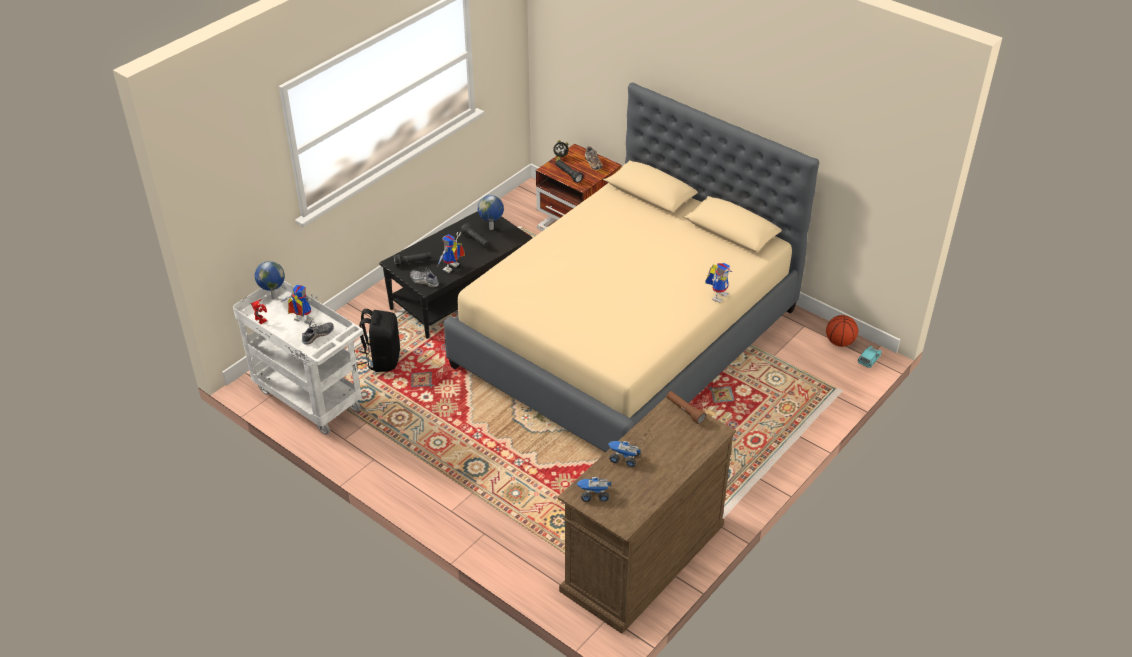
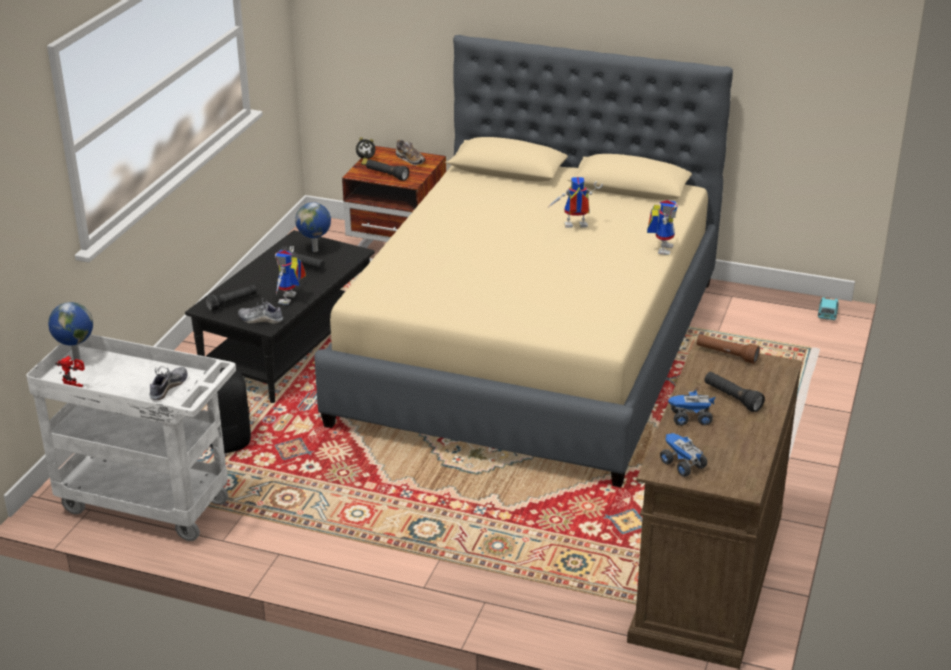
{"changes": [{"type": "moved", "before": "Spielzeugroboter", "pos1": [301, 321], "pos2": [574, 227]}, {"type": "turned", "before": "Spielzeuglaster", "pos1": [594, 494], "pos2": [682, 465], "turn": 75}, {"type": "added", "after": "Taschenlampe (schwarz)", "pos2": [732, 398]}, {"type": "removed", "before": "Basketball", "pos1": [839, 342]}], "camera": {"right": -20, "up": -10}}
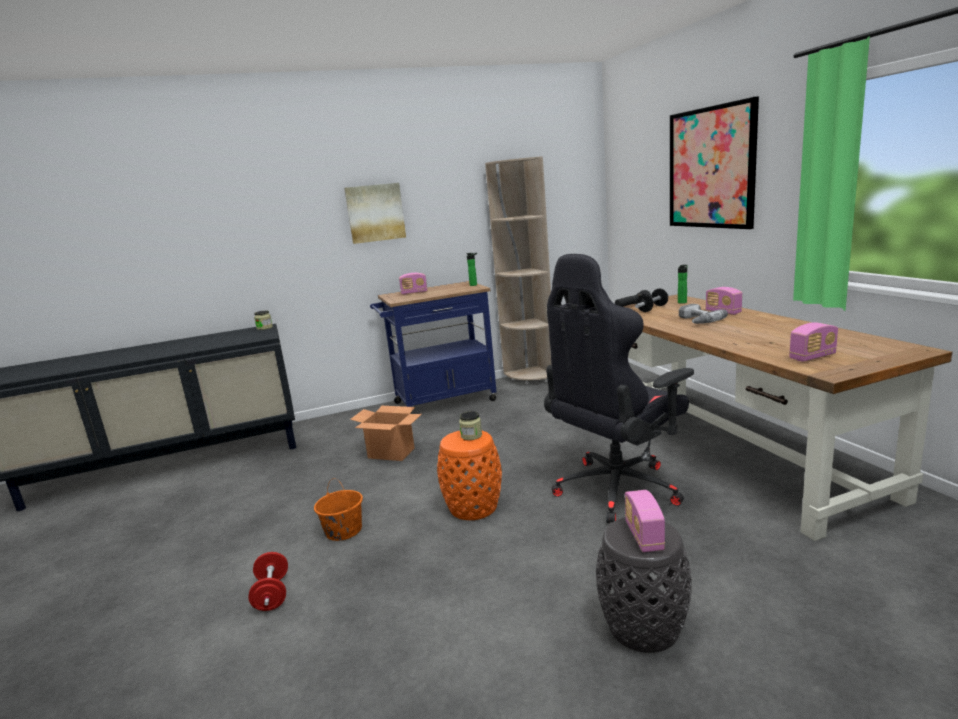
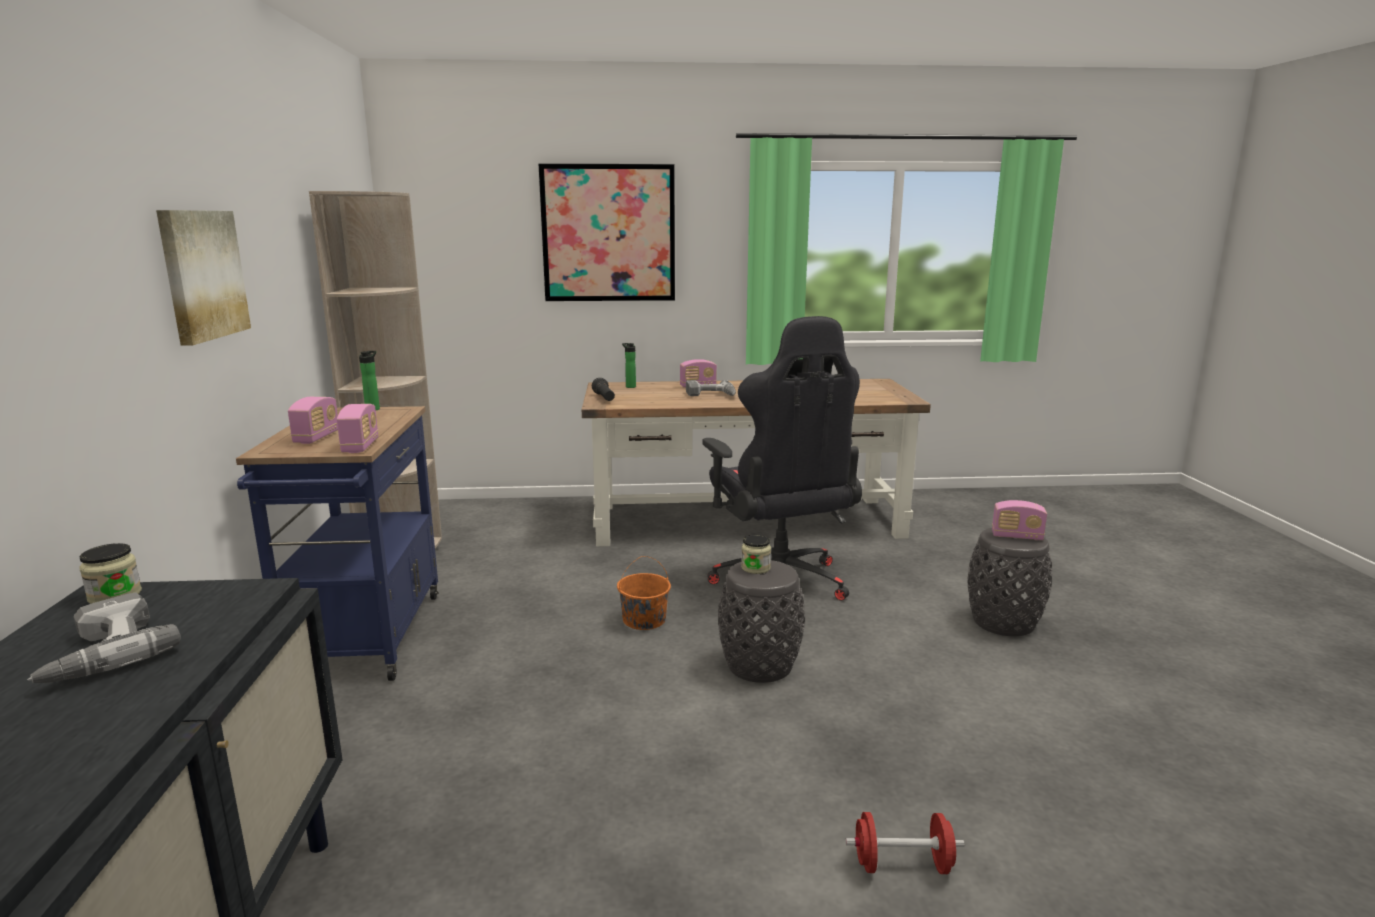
{"changes": [{"type": "added", "after": "Bohrmaschine", "pos2": [101, 653]}, {"type": "moved", "before": "Radio", "pos1": [812, 357], "pos2": [360, 446]}, {"type": "moved", "before": "Eimer (orange)", "pos1": [343, 530], "pos2": [643, 620]}, {"type": "recoloured", "before": "Hocker (orange)", "after": "Hocker (grau)", "pos1": [473, 507], "pos2": [759, 665]}, {"type": "removed", "before": "Karton", "pos1": [392, 453]}, {"type": "removed", "before": "Hantel", "pos1": [652, 309]}], "camera": {"right": -75, "up": 0}}
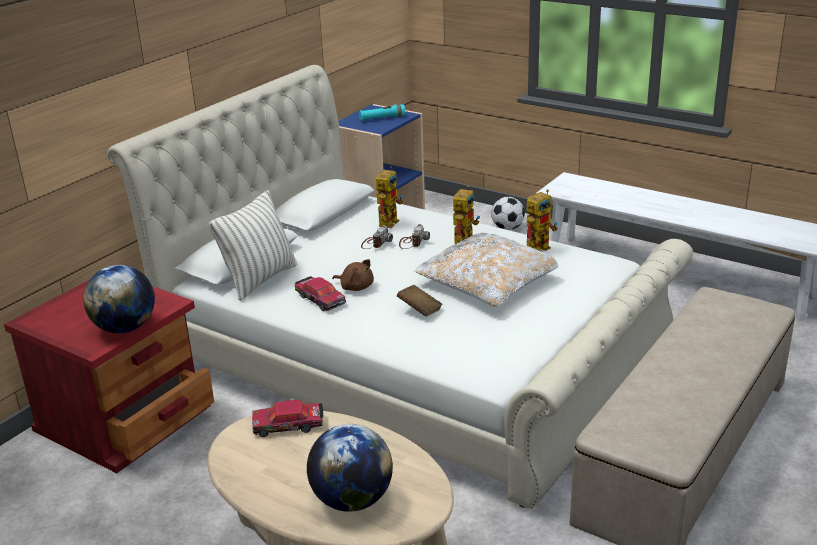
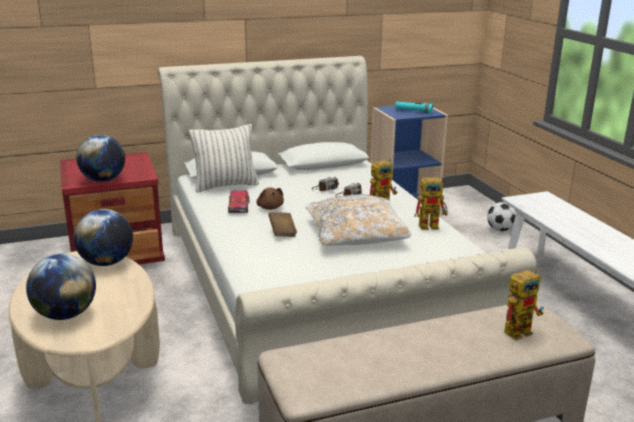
{"changes": [{"type": "replaced", "before": "Spielzeugauto", "after": "Globus", "pos1": [288, 425], "pos2": [106, 262]}, {"type": "moved", "before": "Spielzeugroboter", "pos1": [389, 221], "pos2": [520, 330]}], "camera": {"right": 35, "up": -5}}
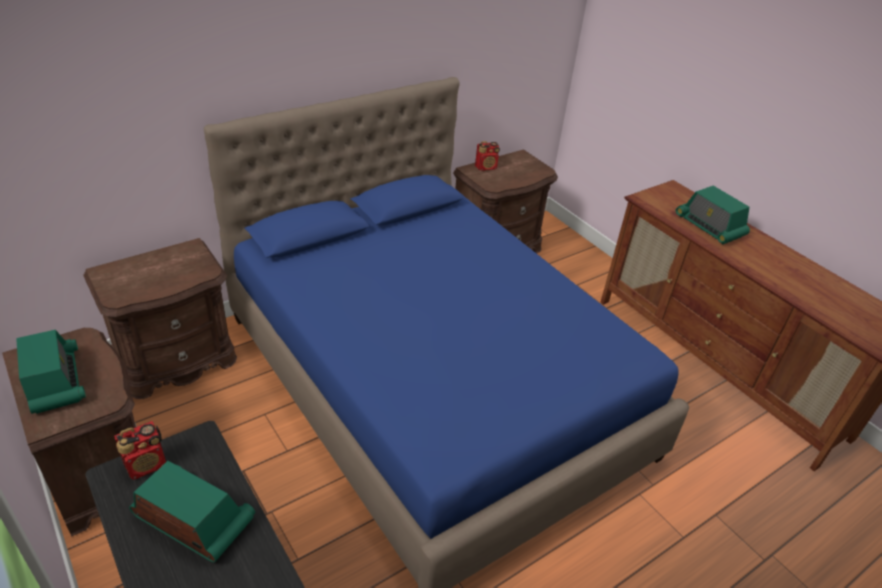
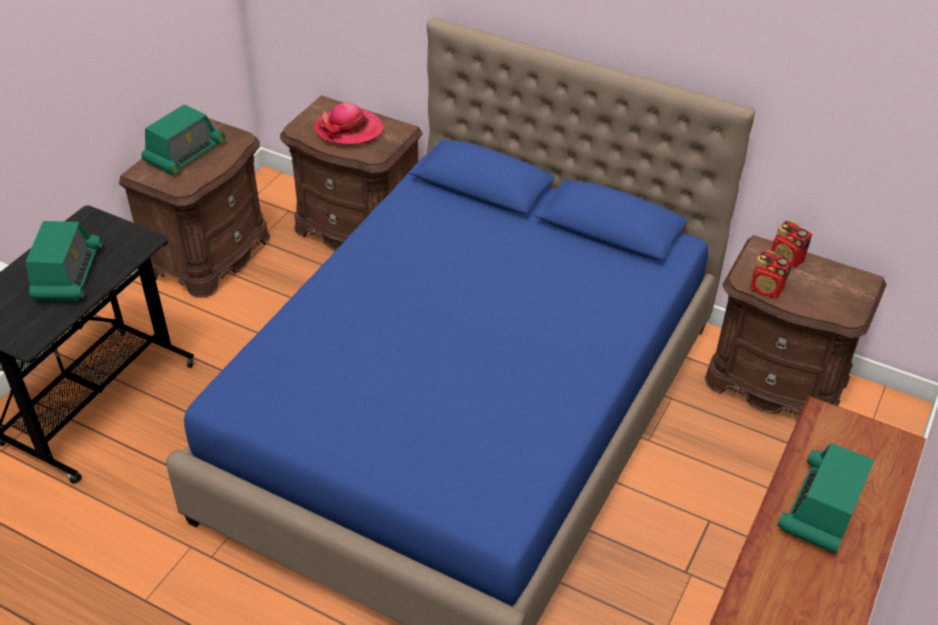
{"changes": [{"type": "added", "after": "Hut", "pos2": [349, 130]}, {"type": "moved", "before": "Radio", "pos1": [146, 465], "pos2": [766, 289]}], "camera": {"right": 65, "up": 5}}
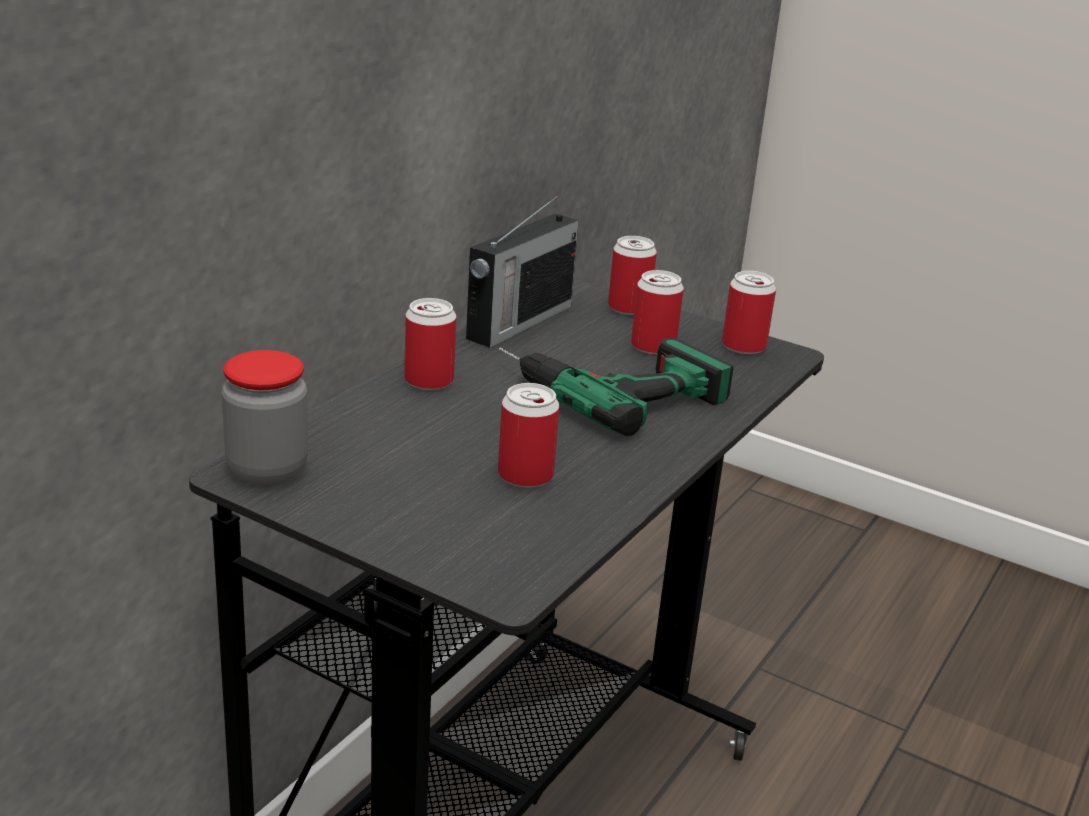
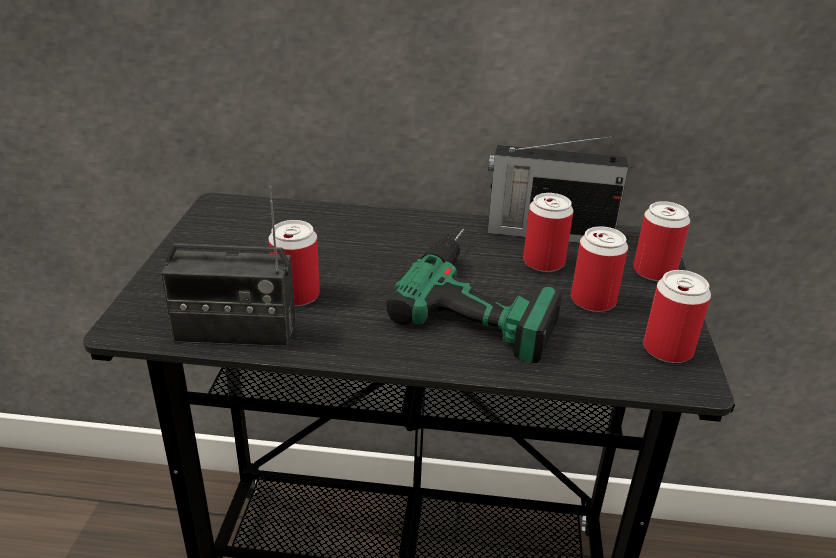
{"changes": [{"type": "added", "after": "Radio", "pos2": [235, 332]}, {"type": "moved", "before": "Dose", "pos1": [429, 380], "pos2": [543, 262]}, {"type": "removed", "before": "Vorratsglas", "pos1": [267, 469]}], "camera": {"right": 65, "up": 5}}
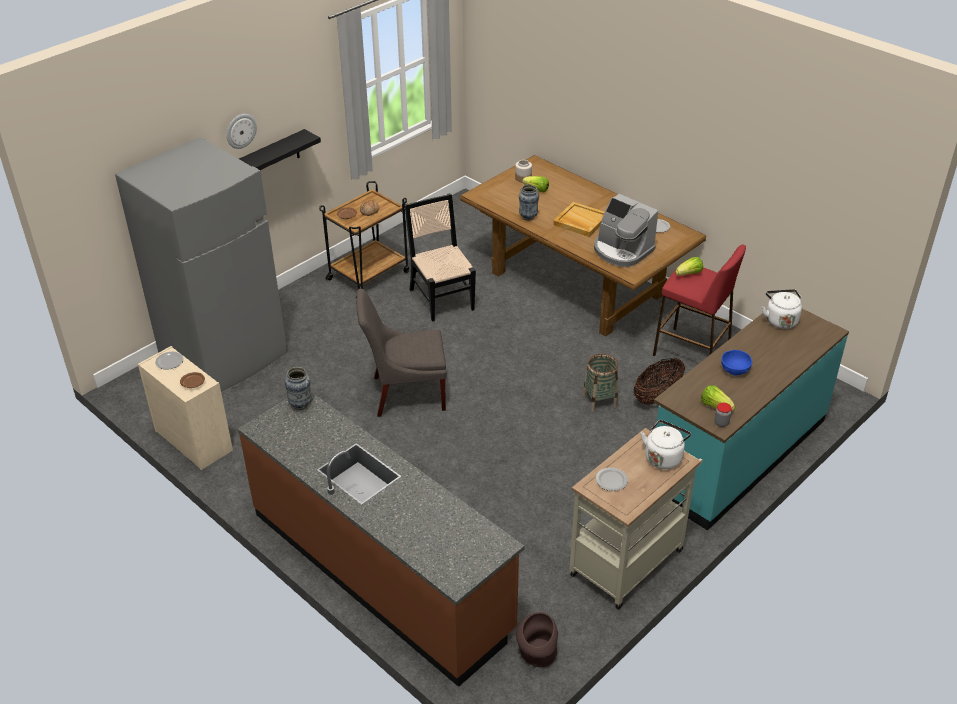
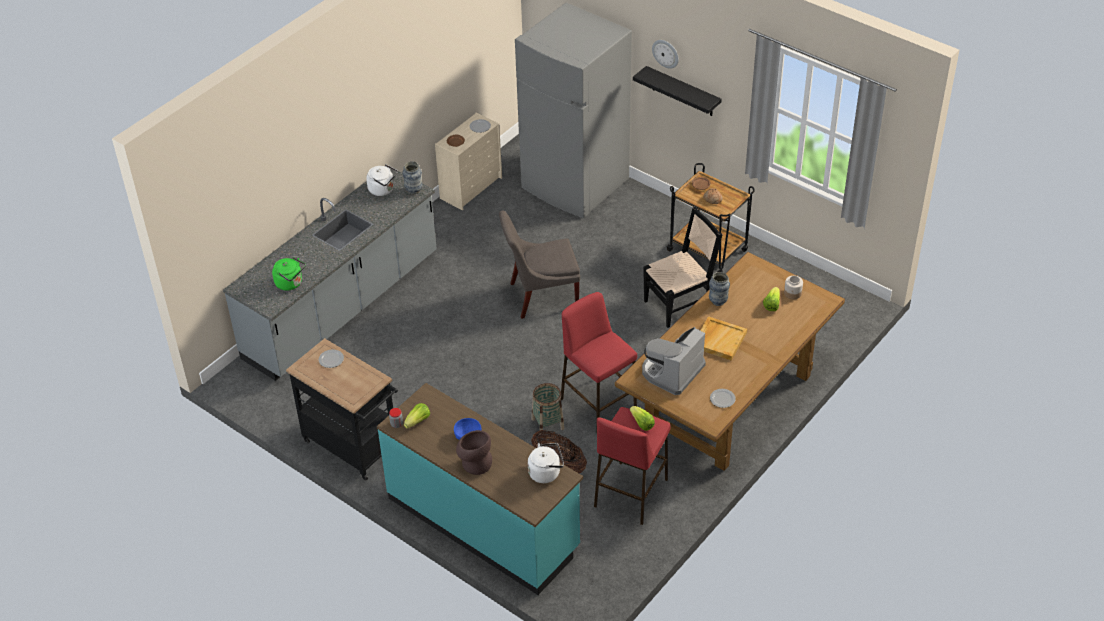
{"changes": [{"type": "recoloured", "before": "Küchenzeile (braun)", "after": "Küchenzeile (grau)", "pos1": [381, 571], "pos2": [343, 307]}, {"type": "added", "after": "Wasserkessel (grün)", "pos2": [290, 283]}, {"type": "recoloured", "before": "Rollwagen (beige)", "after": "Rollwagen (schwarz)", "pos1": [629, 561], "pos2": [353, 447]}, {"type": "moved", "before": "Wasserkessel (weiß)", "pos1": [664, 457], "pos2": [383, 190]}, {"type": "moved", "before": "Vase (braun)", "pos1": [536, 655], "pos2": [475, 463]}, {"type": "turned", "before": "Stuhl (grau)", "pos1": [405, 393], "pos2": [540, 296], "turn": -90}, {"type": "added", "after": "Hocker (rot)", "pos2": [598, 404]}], "camera": {"right": 85, "up": 5}}
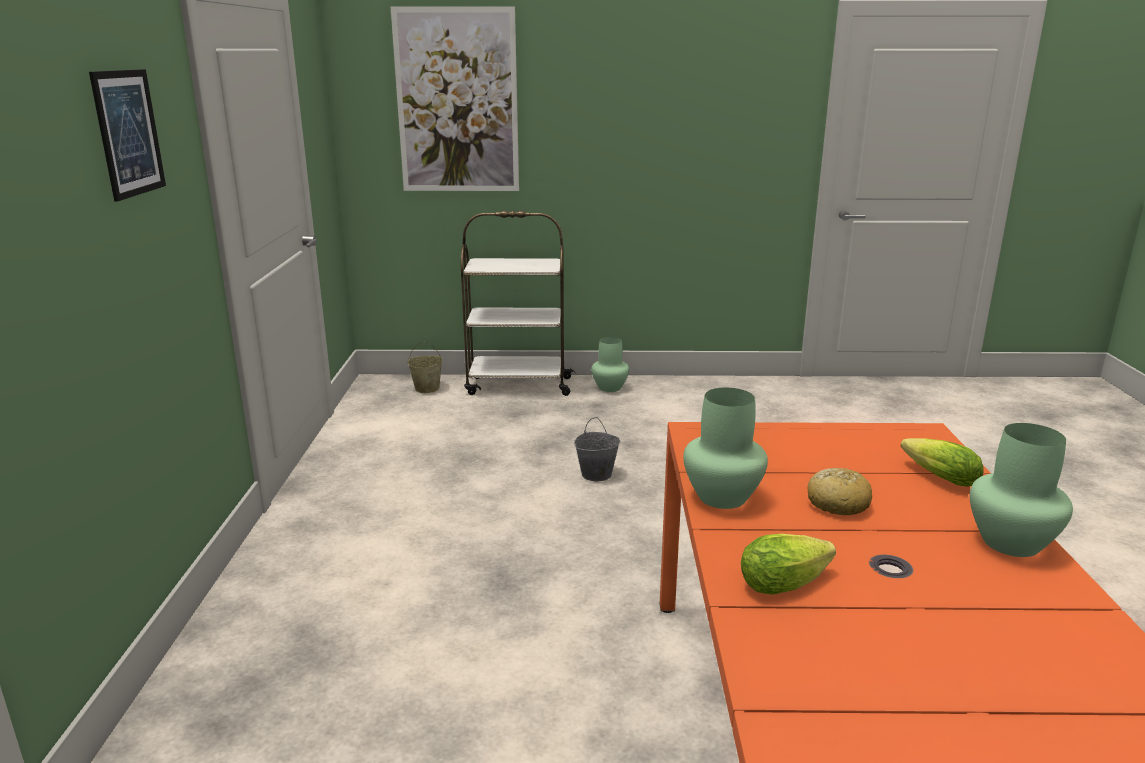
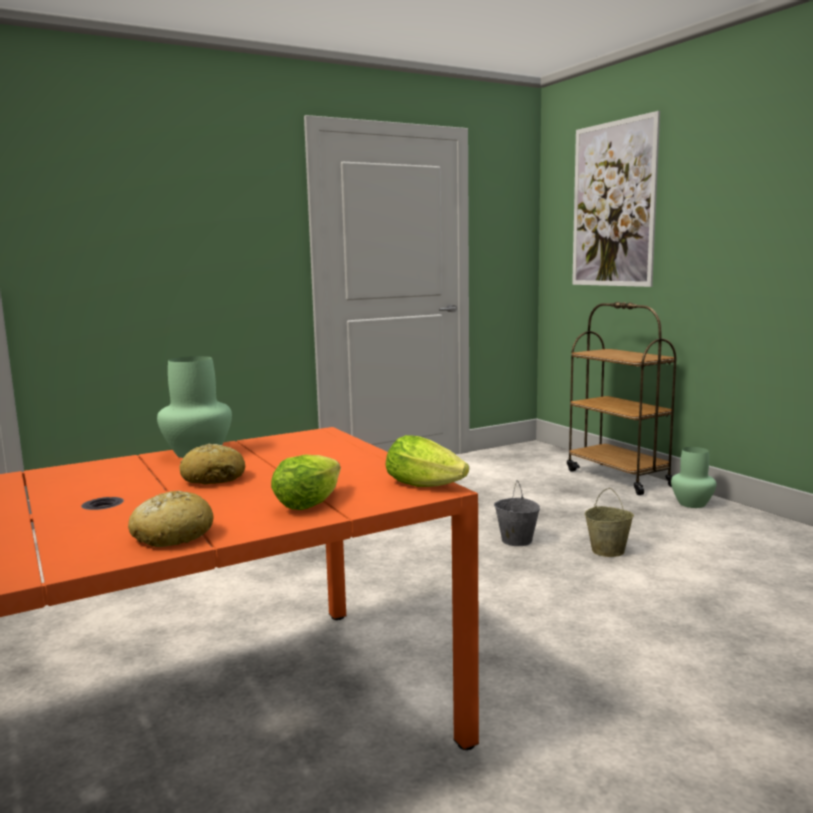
{"changes": [{"type": "replaced", "before": "Vase (grün)", "after": "Brot", "pos1": [1012, 543], "pos2": [171, 536]}, {"type": "moved", "before": "Salatkopf", "pos1": [788, 582], "pos2": [428, 485]}, {"type": "recoloured", "before": "Rollwagen (weiß)", "after": "Rollwagen (braun)", "pos1": [517, 386], "pos2": [618, 477]}, {"type": "moved", "before": "Eimer (beige)", "pos1": [427, 388], "pos2": [608, 551]}, {"type": "removed", "before": "Bild", "pos1": [128, 133]}], "camera": {"right": 60, "up": -10}}
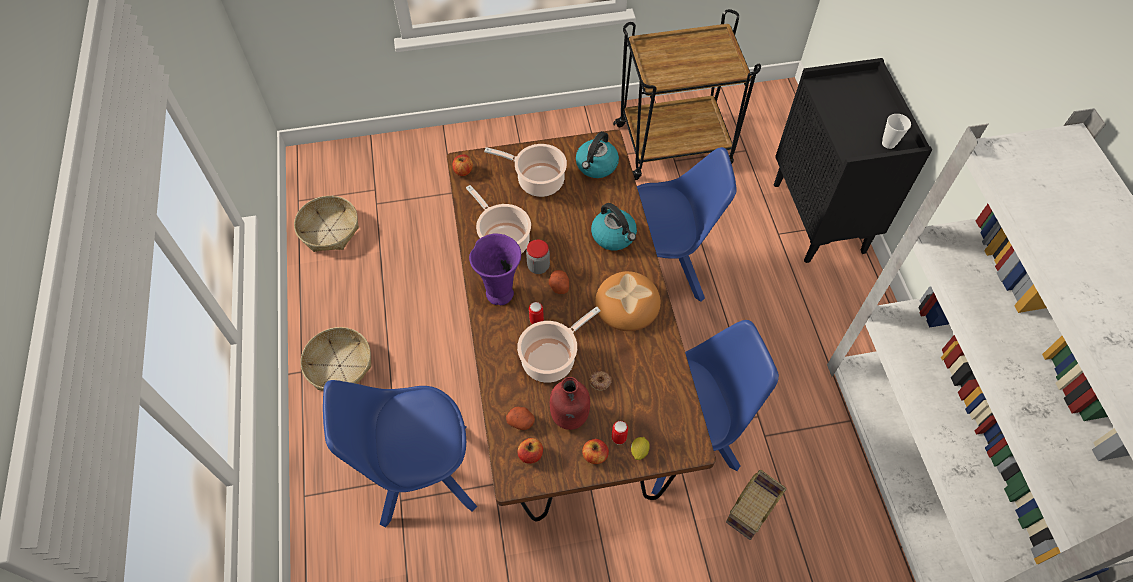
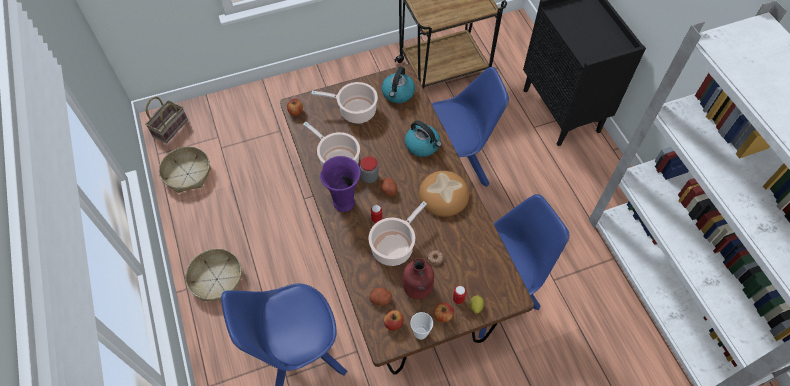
{"changes": [{"type": "moved", "before": "Korb", "pos1": [751, 508], "pos2": [170, 127]}, {"type": "moved", "before": "Tasse", "pos1": [888, 143], "pos2": [420, 333]}], "camera": {"right": -10, "up": 0}}
